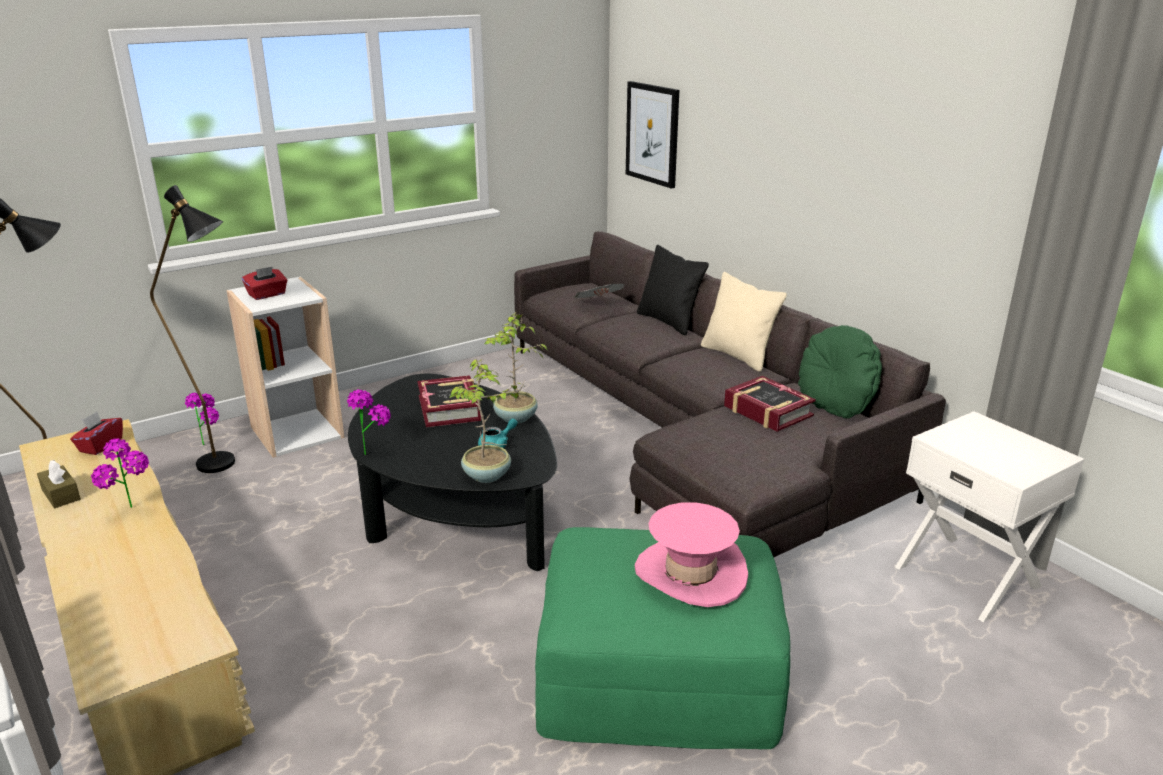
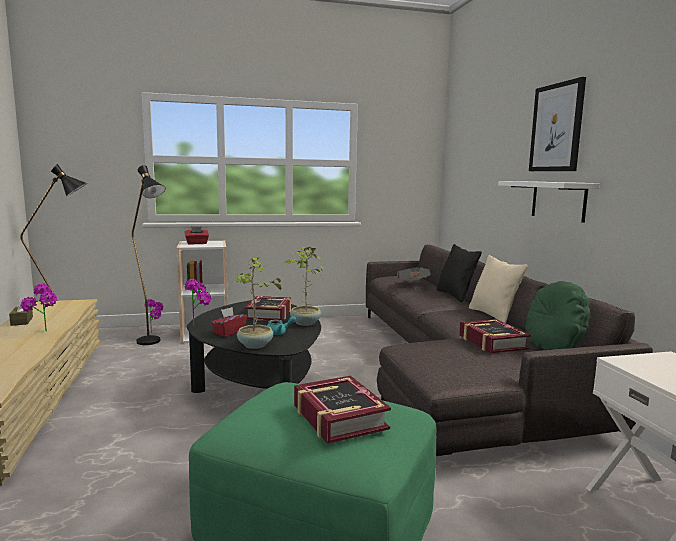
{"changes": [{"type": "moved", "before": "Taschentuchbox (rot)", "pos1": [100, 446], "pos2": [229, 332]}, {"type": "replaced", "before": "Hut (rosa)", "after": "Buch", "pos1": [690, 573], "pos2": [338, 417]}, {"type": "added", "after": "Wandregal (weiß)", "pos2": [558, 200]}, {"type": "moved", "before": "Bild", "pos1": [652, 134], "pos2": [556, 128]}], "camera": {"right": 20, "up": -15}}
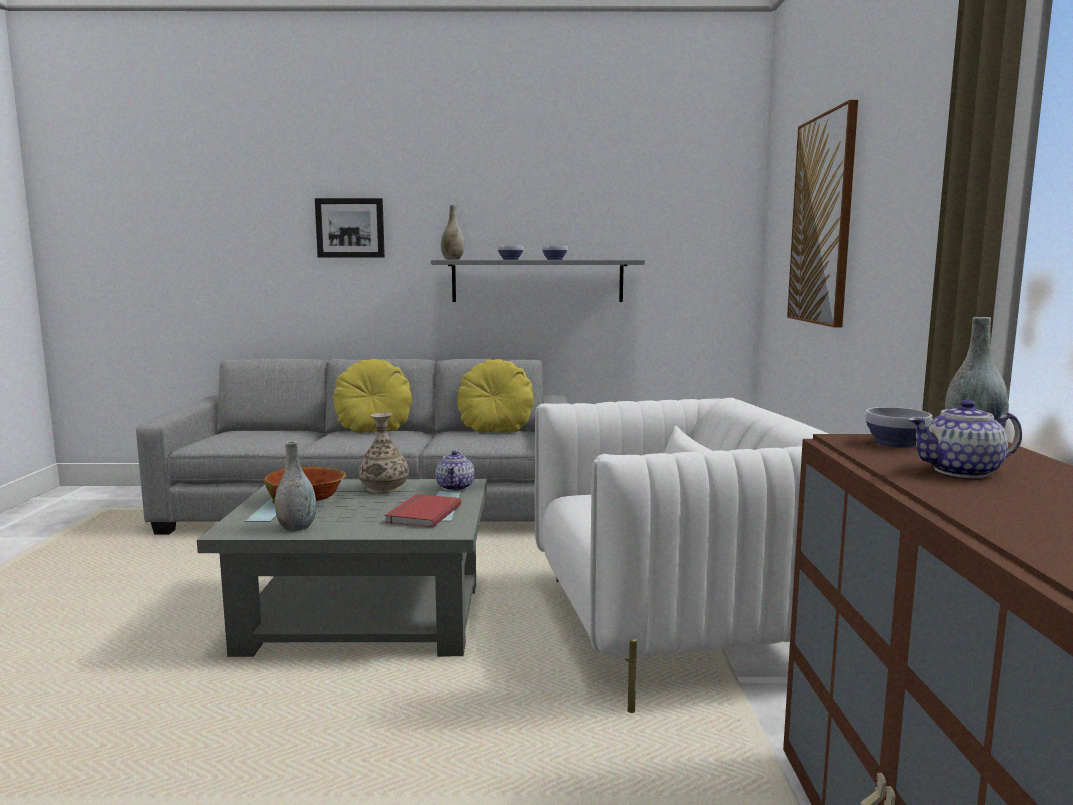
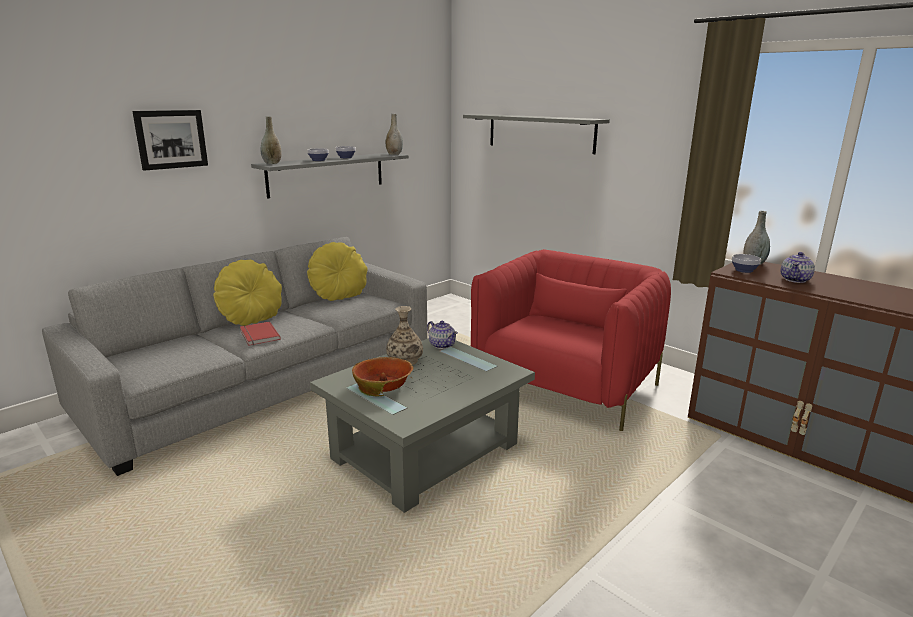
{"changes": [{"type": "moved", "before": "Buch (rot)", "pos1": [421, 513], "pos2": [258, 335]}, {"type": "moved", "before": "Vase (grau)", "pos1": [297, 528], "pos2": [394, 154]}, {"type": "replaced", "before": "Bild", "after": "Wandregal (grau)", "pos1": [822, 220], "pos2": [540, 133]}, {"type": "recoloured", "before": "Sessel (weiß)", "after": "Sessel (rot)", "pos1": [674, 628], "pos2": [565, 386]}], "camera": {"right": -45, "up": 10}}
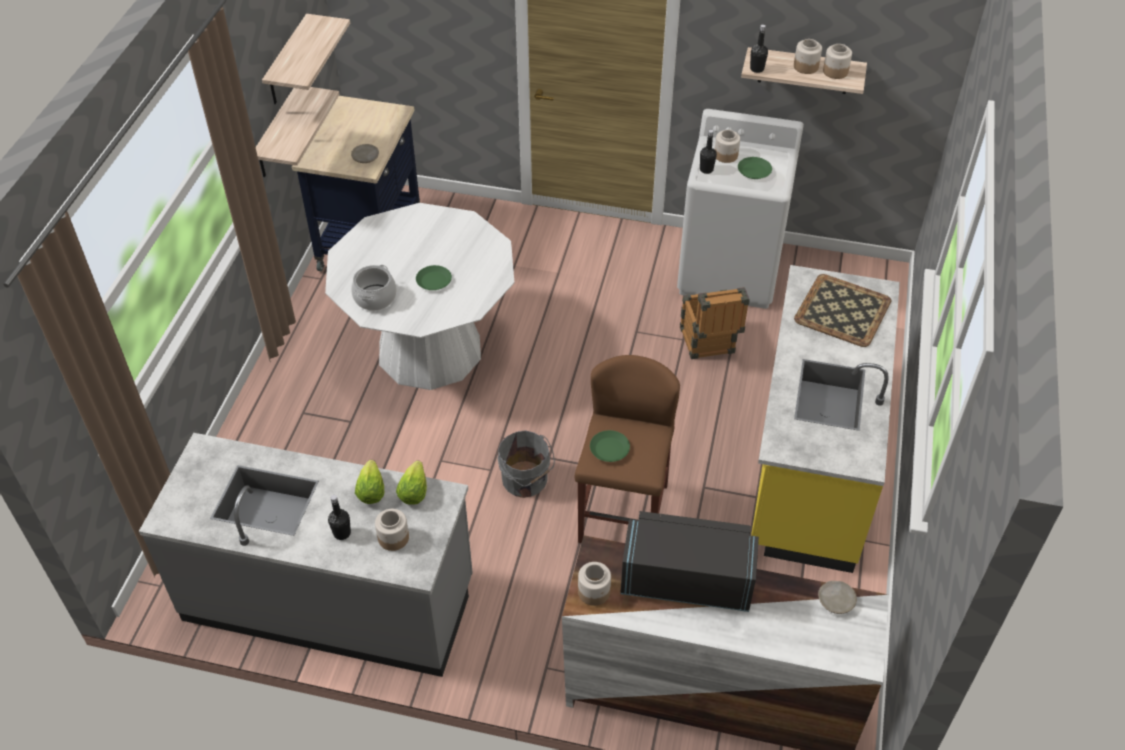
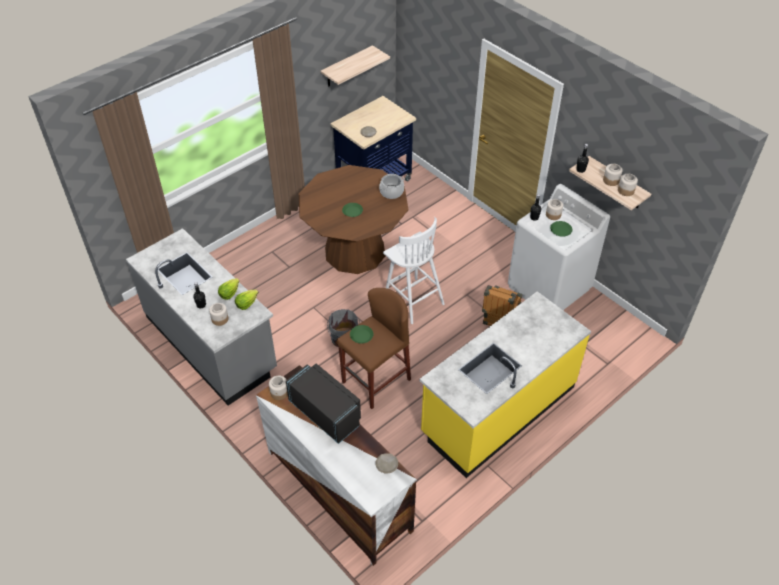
{"changes": [{"type": "recoloured", "before": "Esstisch (weiß)", "after": "Esstisch (braun)", "pos1": [429, 350], "pos2": [355, 251]}, {"type": "moved", "before": "Kochtopf", "pos1": [375, 297], "pos2": [391, 192]}, {"type": "added", "after": "Hocker (weiß)", "pos2": [412, 299]}, {"type": "removed", "before": "Wandregal", "pos1": [276, 134]}, {"type": "removed", "before": "Tablett", "pos1": [843, 311]}], "camera": {"right": 35, "up": 0}}
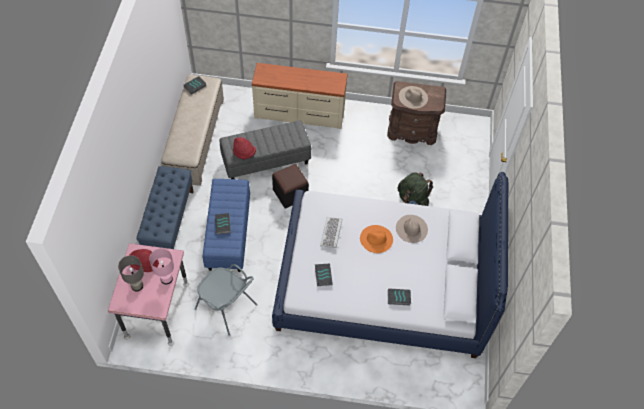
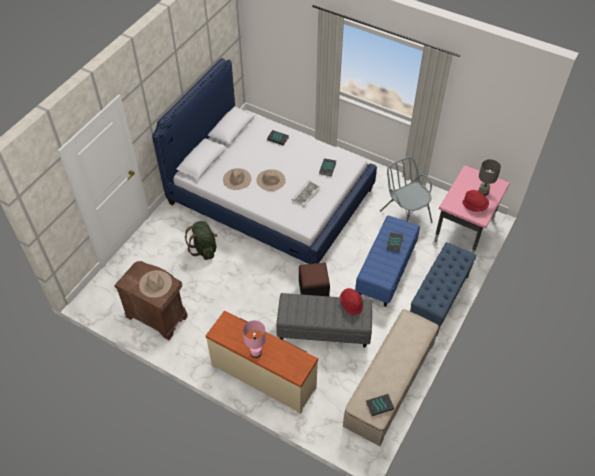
{"changes": [{"type": "moved", "before": "Tischlampe (rosa)", "pos1": [166, 279], "pos2": [256, 352]}, {"type": "recoloured", "before": "Hut (orange)", "after": "Hut (beige)", "pos1": [376, 239], "pos2": [271, 180]}], "camera": {"right": -155, "up": -5}}
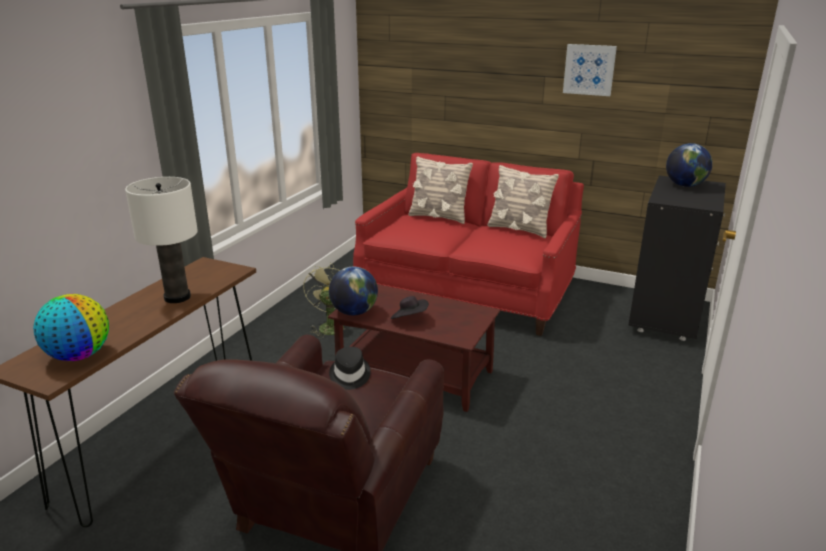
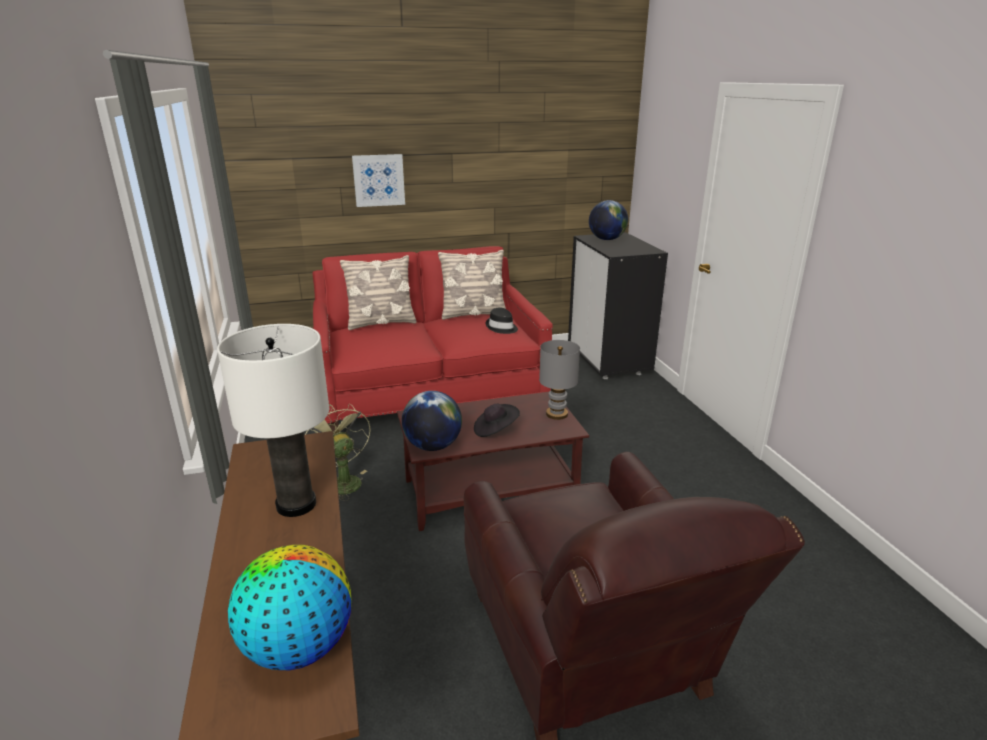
{"changes": [{"type": "moved", "before": "Bild", "pos1": [589, 69], "pos2": [378, 180]}, {"type": "moved", "before": "Hut (schwarz)", "pos1": [349, 375], "pos2": [501, 328]}, {"type": "added", "after": "Tischlampe (grau)", "pos2": [557, 414]}], "camera": {"right": -40, "up": 0}}
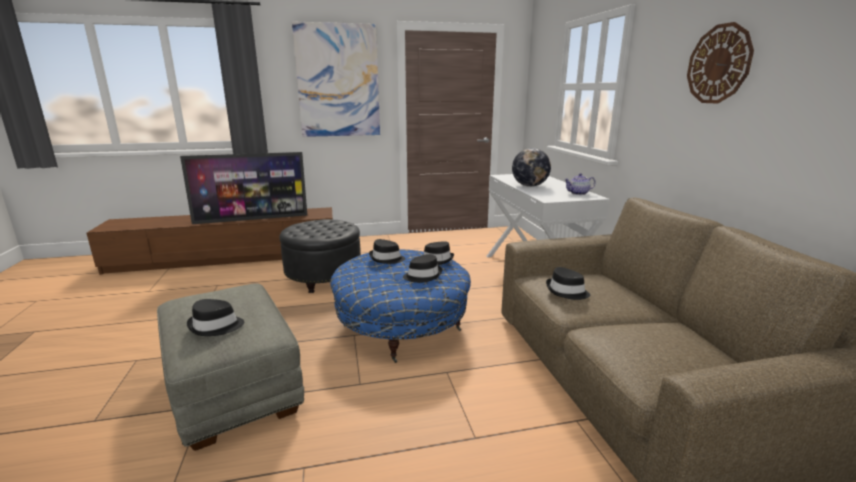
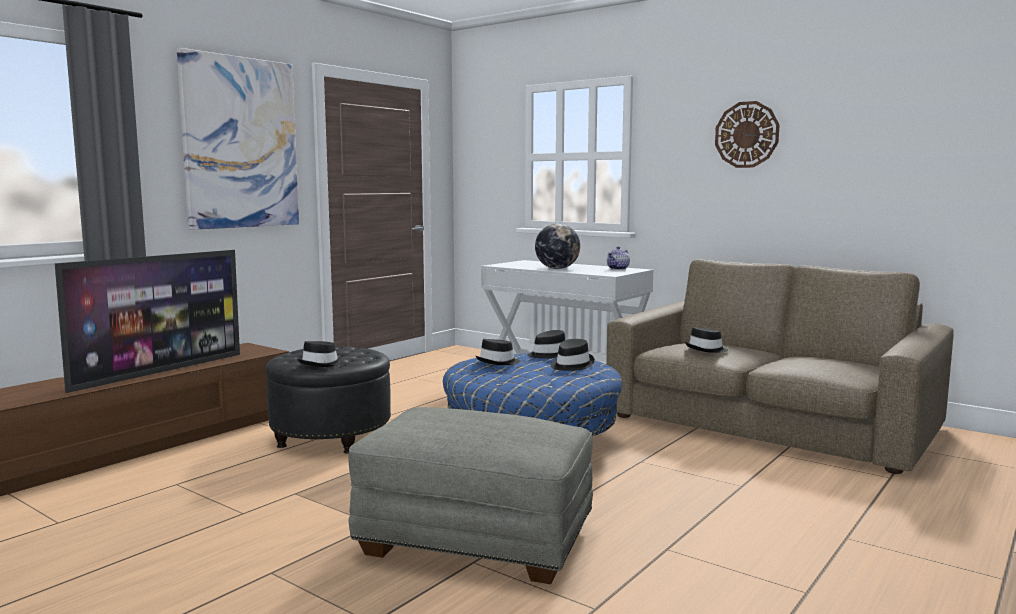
{"changes": [{"type": "moved", "before": "Hut (schwarz)", "pos1": [216, 326], "pos2": [321, 364]}], "camera": {"right": -40, "up": -10}}
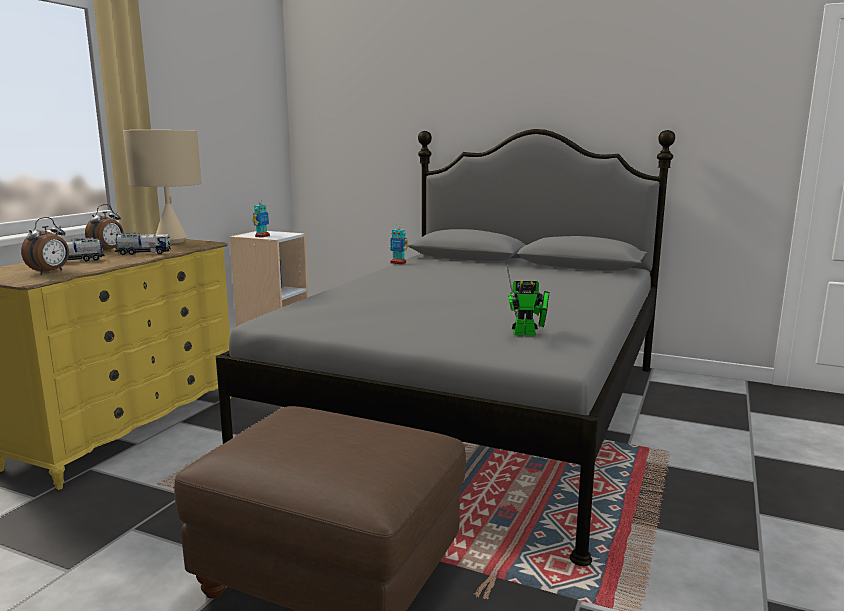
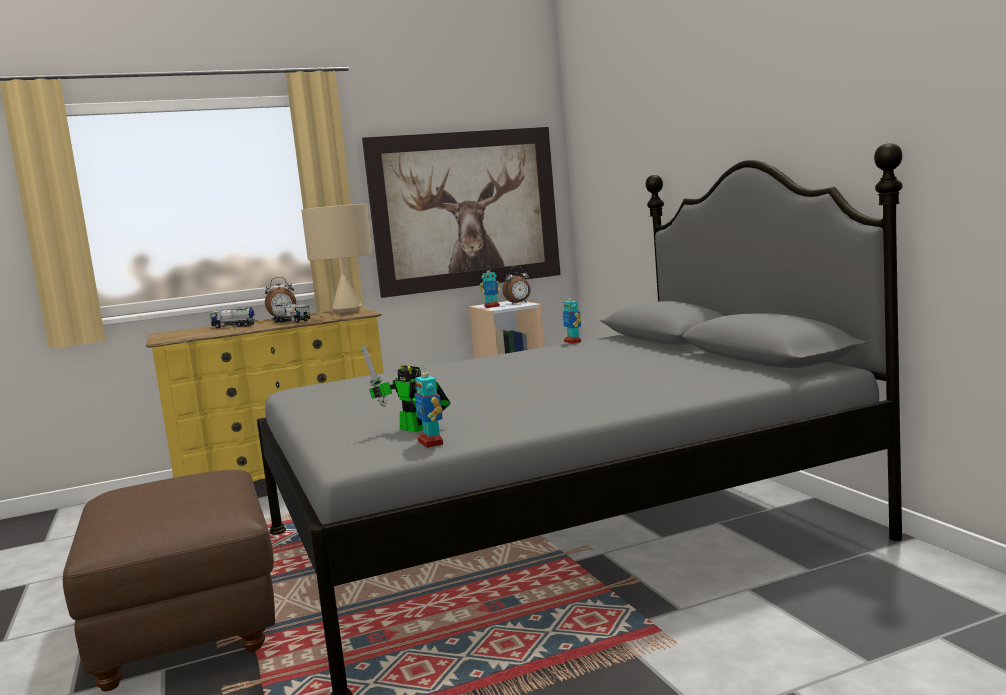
{"changes": [{"type": "added", "after": "Bild", "pos2": [465, 210]}, {"type": "added", "after": "Spielzeugroboter", "pos2": [431, 443]}, {"type": "moved", "before": "Wecker", "pos1": [50, 272], "pos2": [518, 303]}], "camera": {"right": 45, "up": -5}}
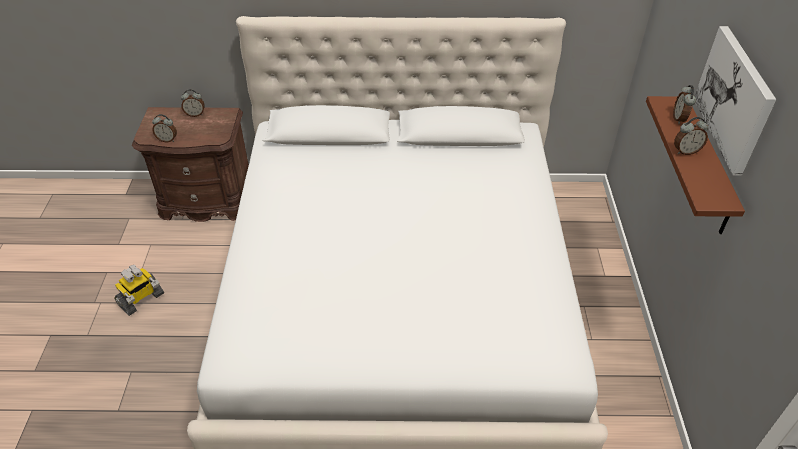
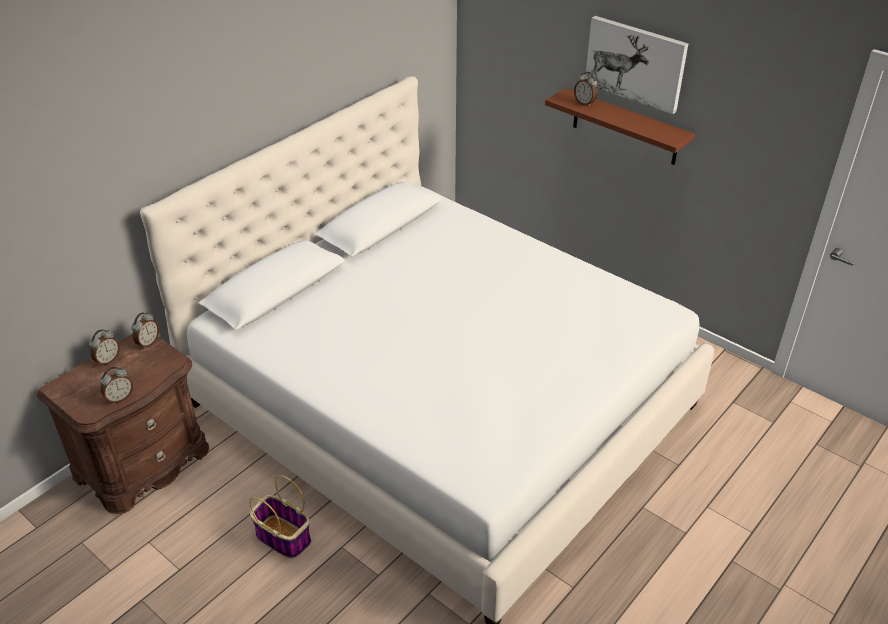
{"changes": [{"type": "moved", "before": "Wecker", "pos1": [685, 151], "pos2": [148, 343]}, {"type": "added", "after": "Korb", "pos2": [282, 537]}, {"type": "removed", "before": "Spielzeugroboter", "pos1": [141, 299]}], "camera": {"right": -50, "up": -5}}
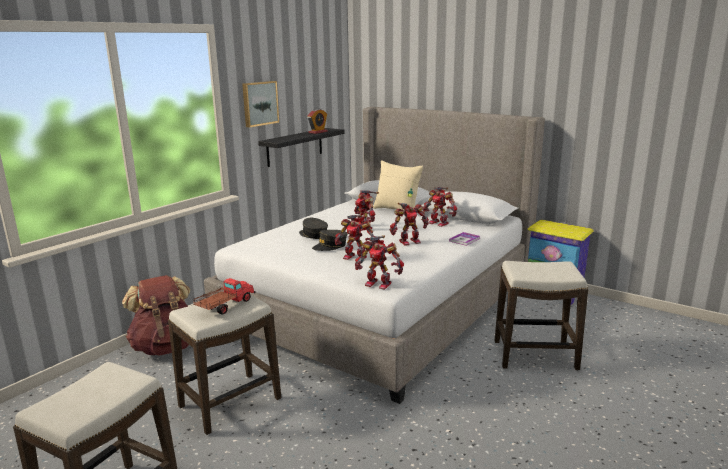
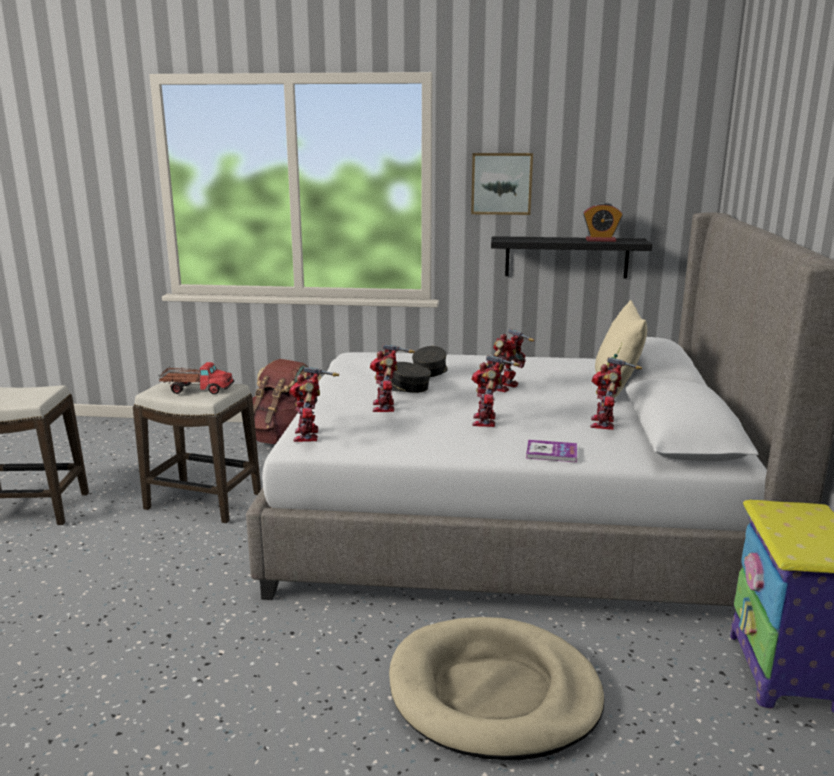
{"changes": [{"type": "replaced", "before": "Hocker", "after": "Hundebett (beige)", "pos1": [535, 355], "pos2": [493, 693]}, {"type": "turned", "before": "Spielzeugroboter", "pos1": [408, 241], "pos2": [487, 421], "turn": 60}], "camera": {"right": 60, "up": 0}}
